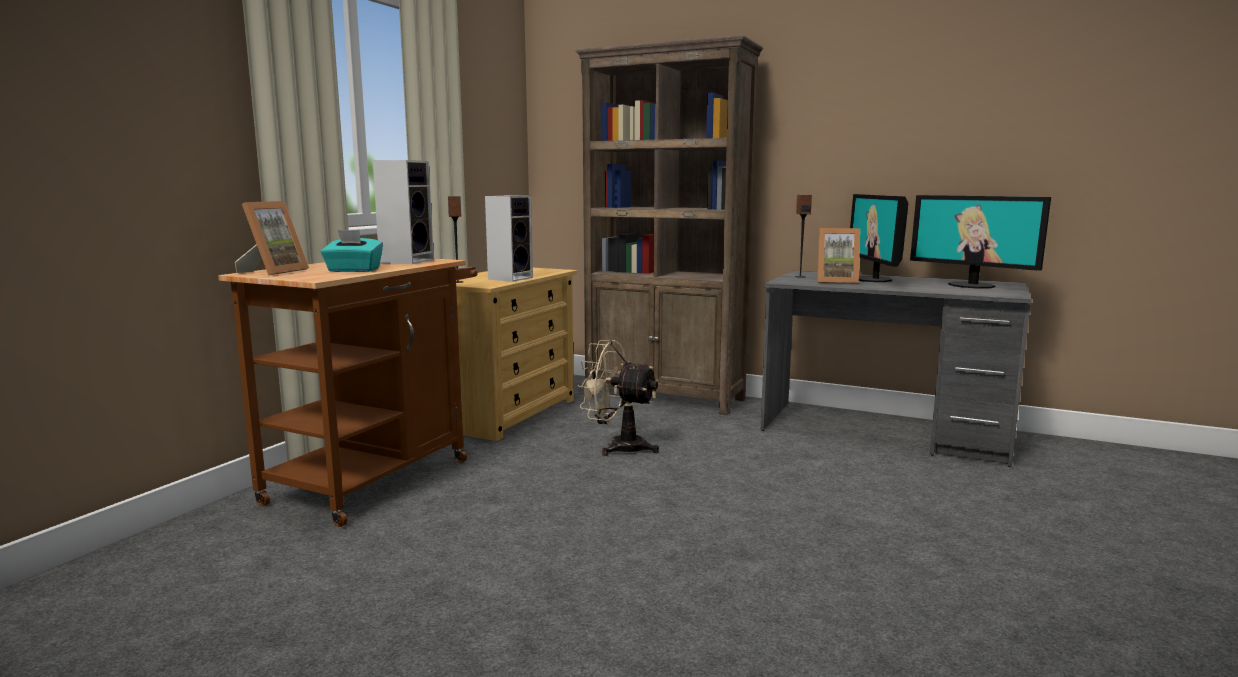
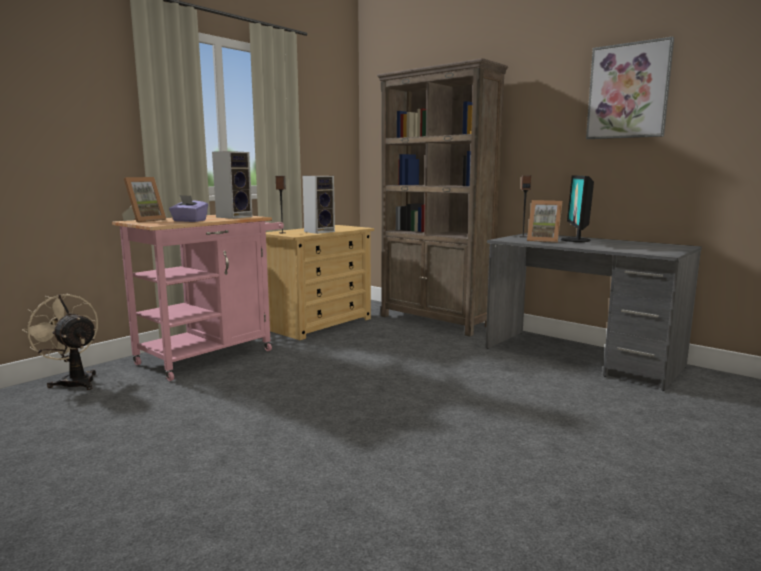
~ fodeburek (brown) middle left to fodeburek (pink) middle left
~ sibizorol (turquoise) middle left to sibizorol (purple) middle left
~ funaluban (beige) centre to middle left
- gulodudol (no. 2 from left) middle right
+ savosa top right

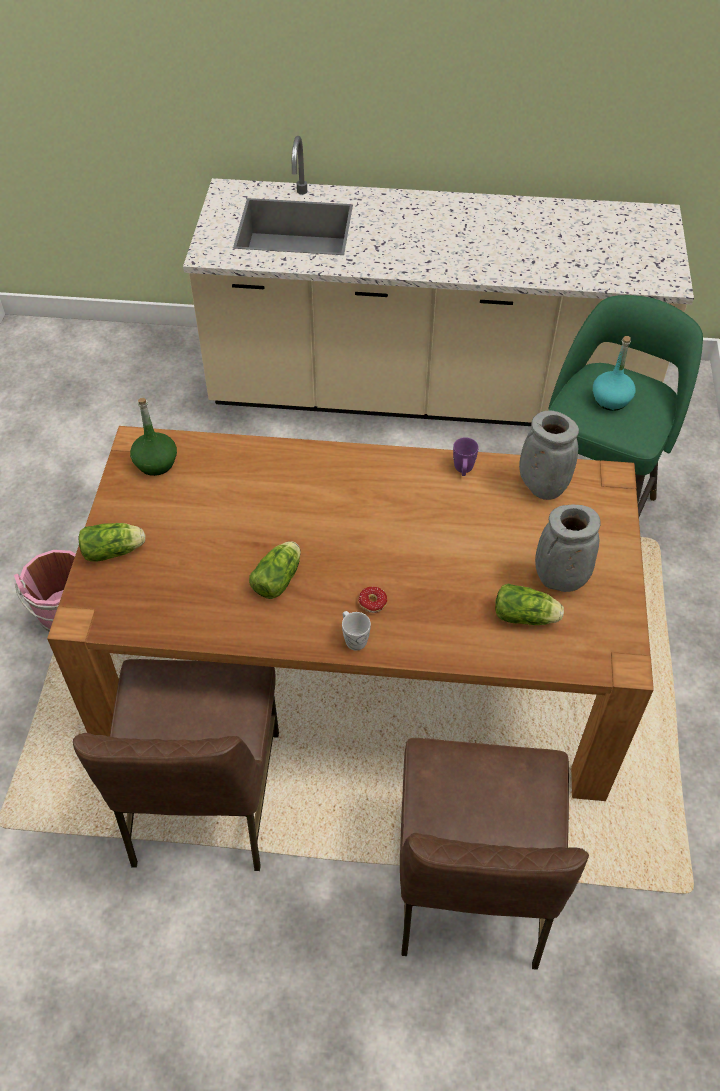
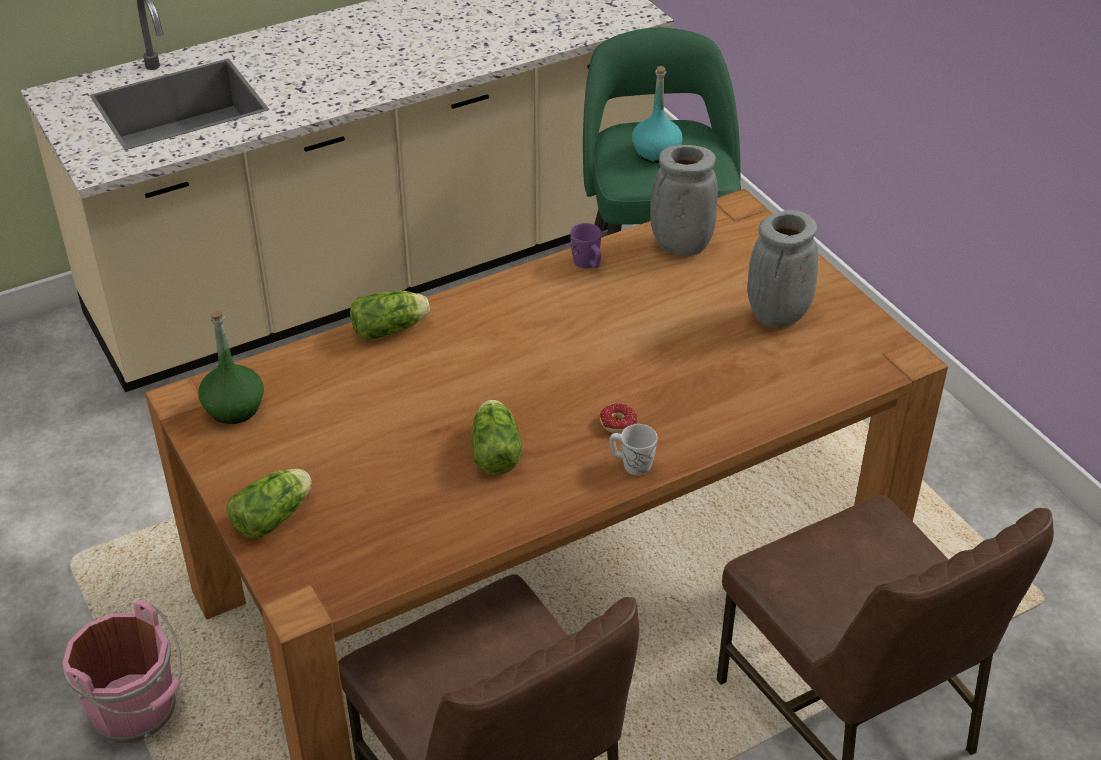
~ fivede (no. 3 from left in the first image) middle right to fivede (no. 2 from left) centre

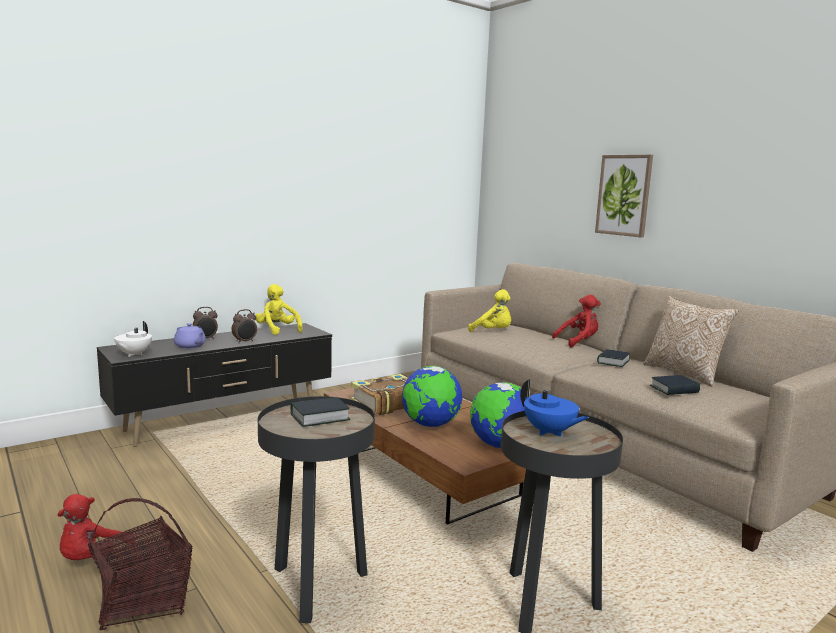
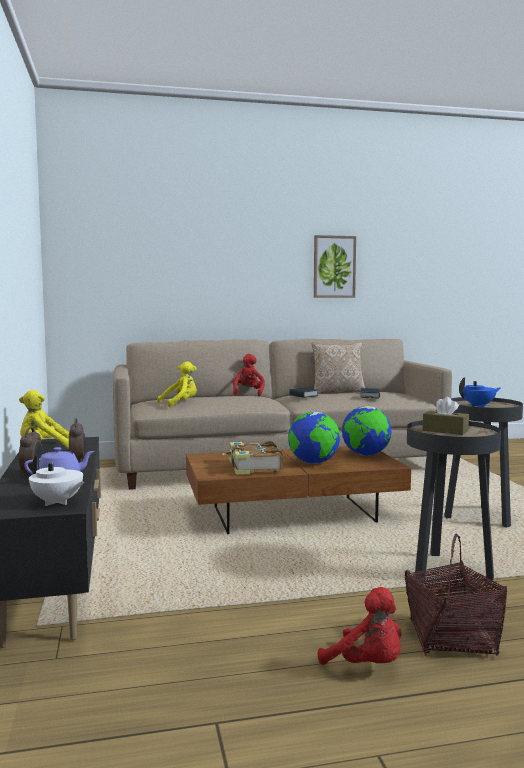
~ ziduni (no. 1 from left) centre to sibizorol (brown) middle right
~ savosa top right to centre

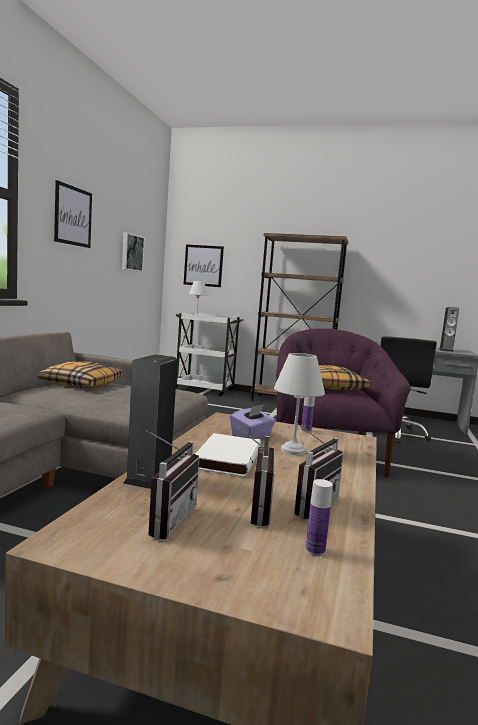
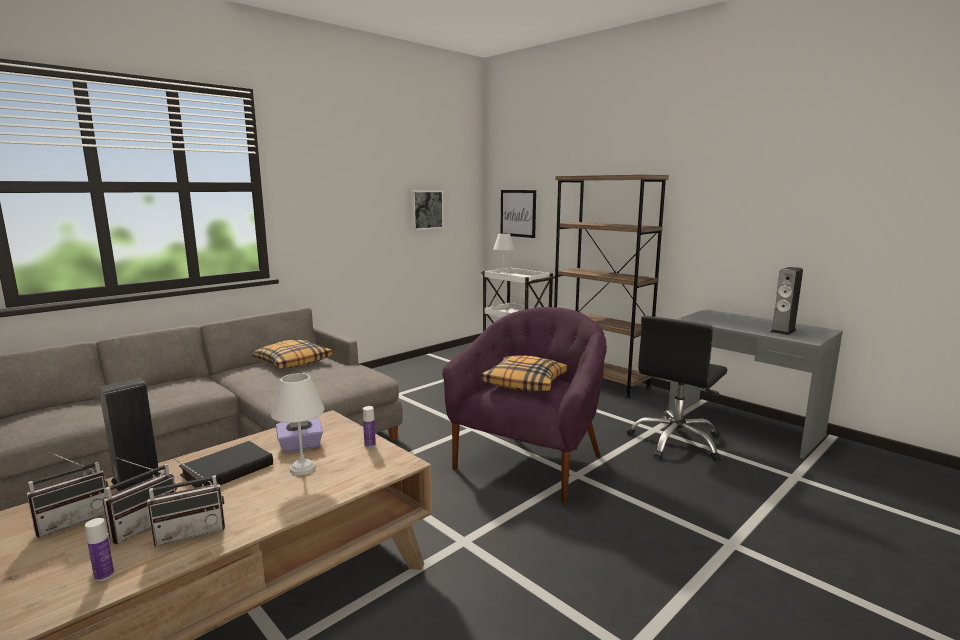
- savosa (no. 1 from left) top left
~ ziduni (white) centre to ziduni (black) bottom left

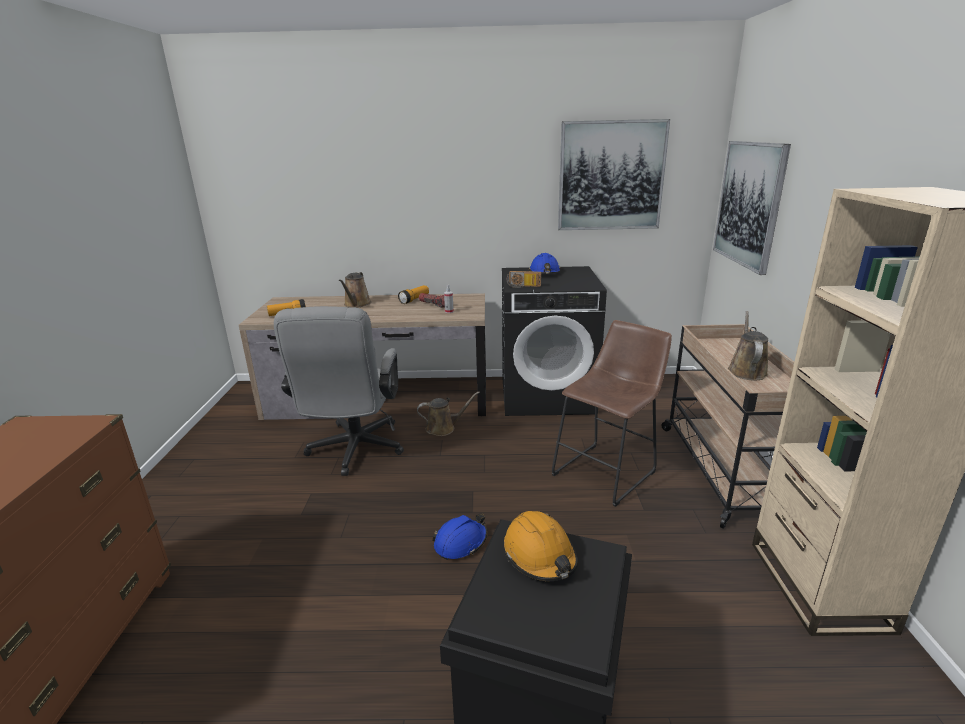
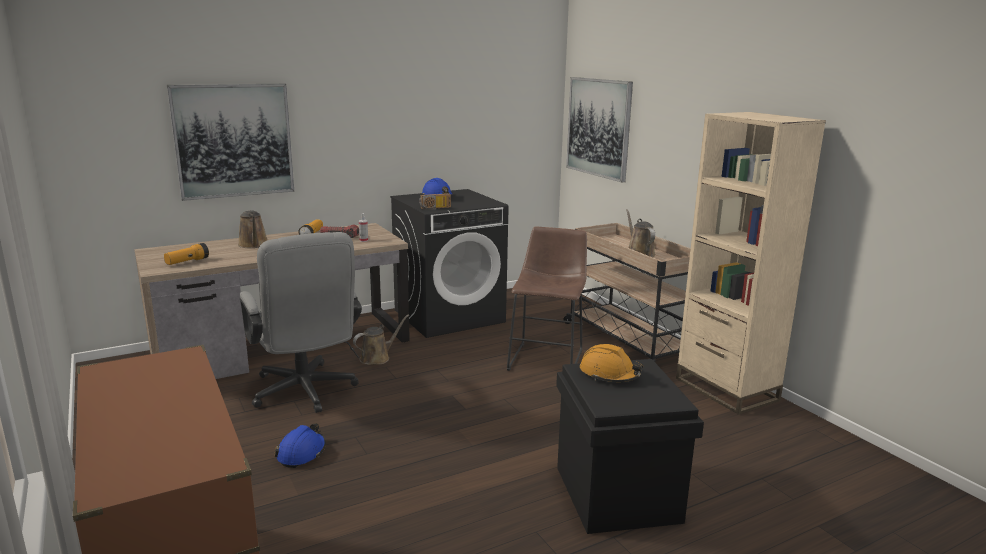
~ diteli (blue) (no. 1 from left) bottom centre to bottom left
~ savosa (no. 1 from left) top centre to top left

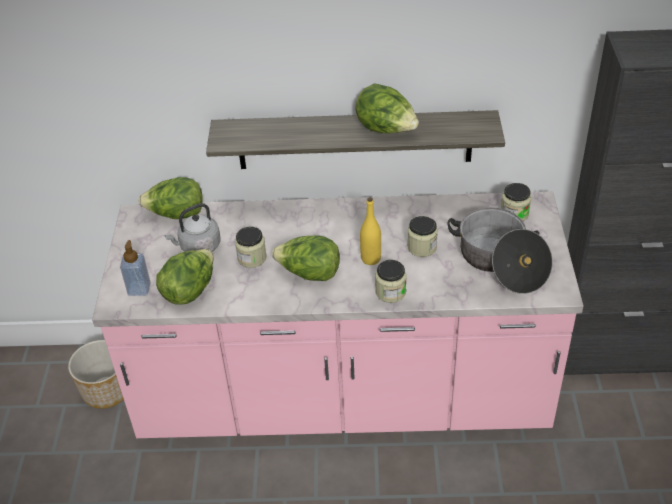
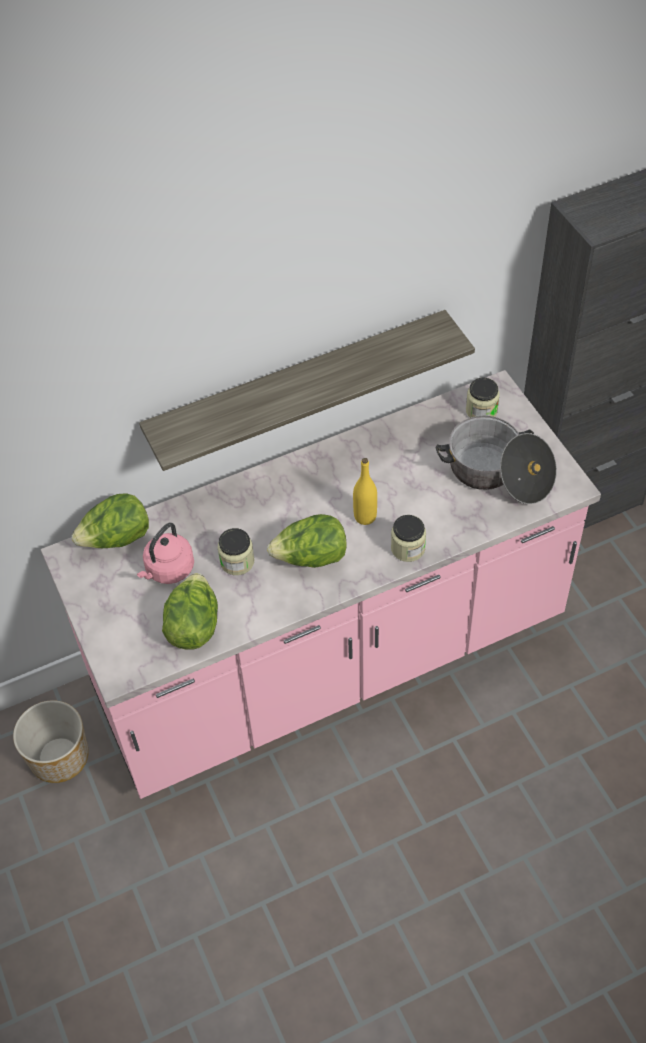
- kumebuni middle left
~ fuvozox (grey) middle left to fuvozox (pink) middle left
- fivede (no. 4 from left) top centre
- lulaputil (no. 3 from left) centre

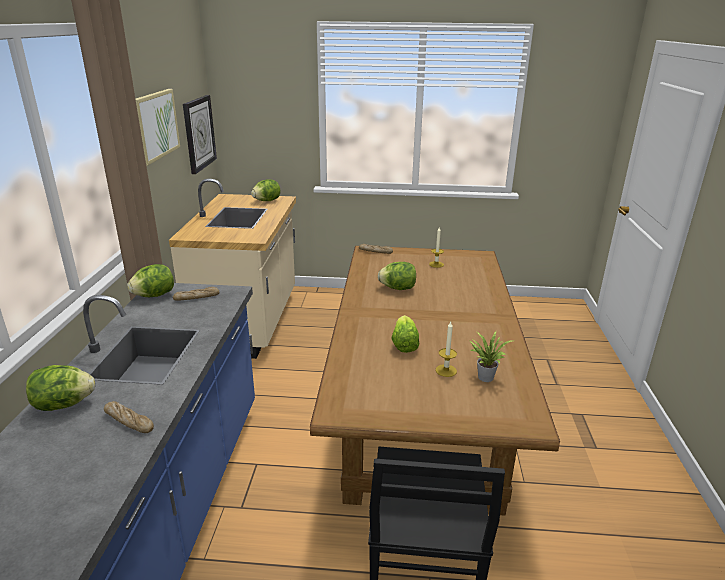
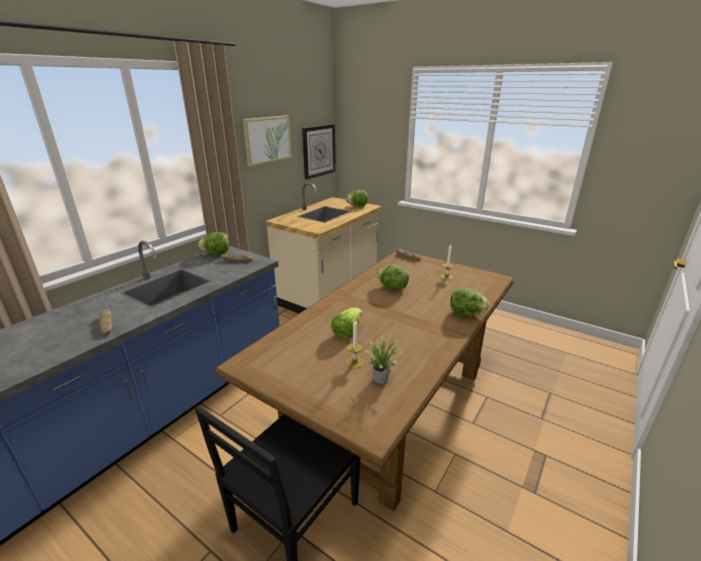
~ fivede (no. 1 from left in the first image) bottom left to fivede (no. 5 from left) middle right

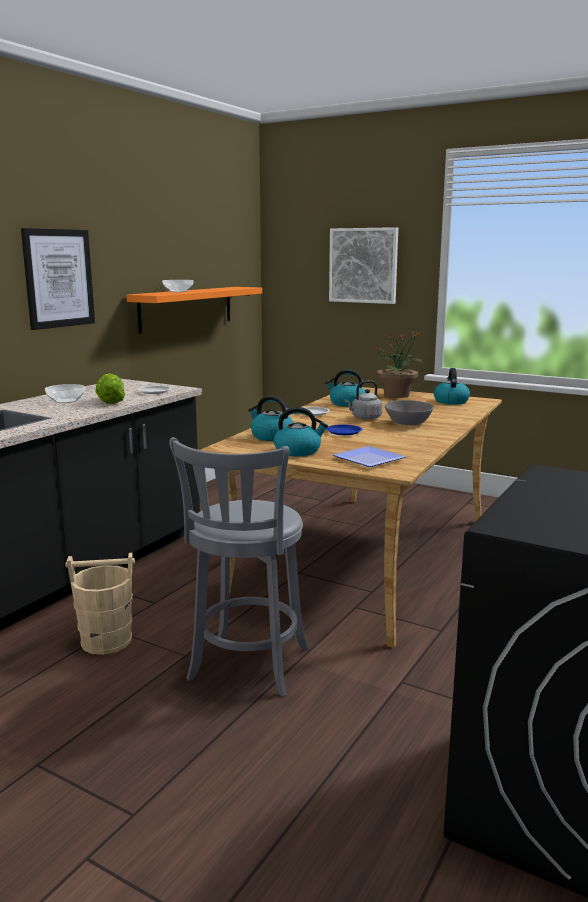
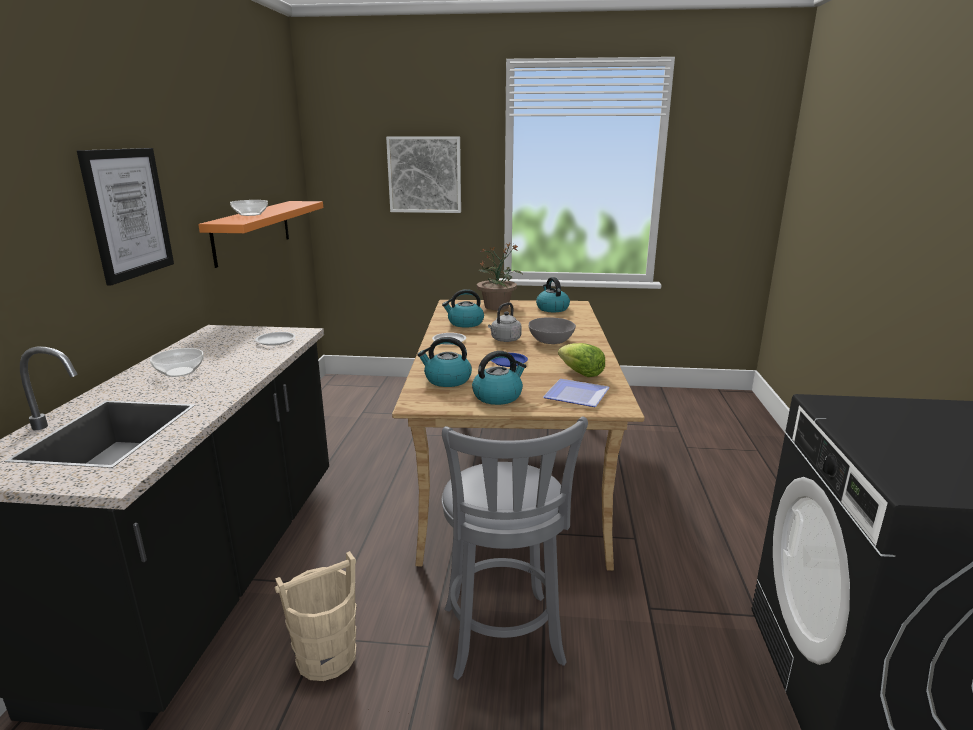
~ fivede middle left to centre

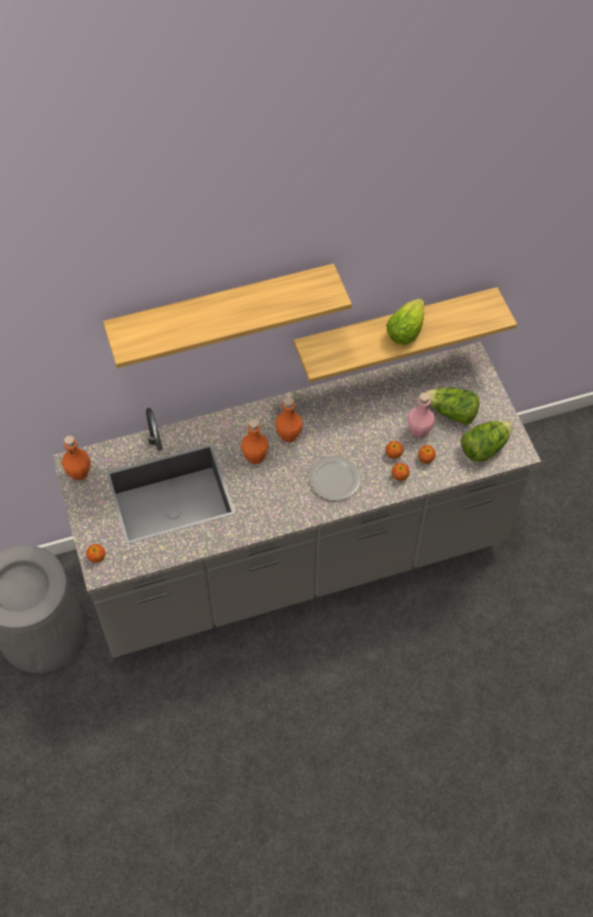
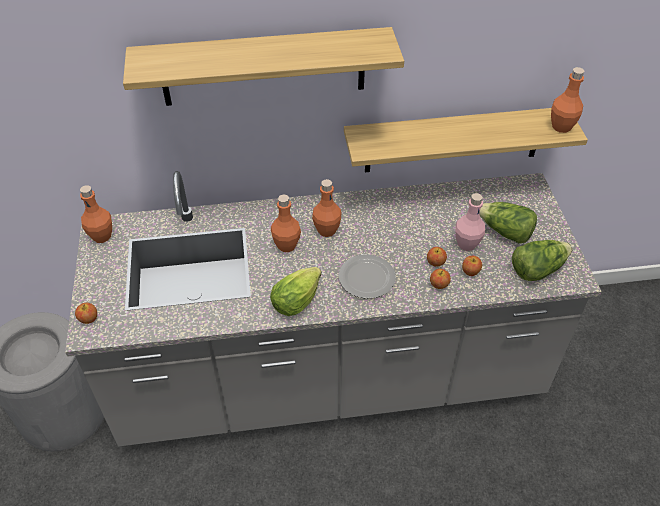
~ fivede (no. 1 from left) middle right to centre
+ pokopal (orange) (no. 4 from left) top right

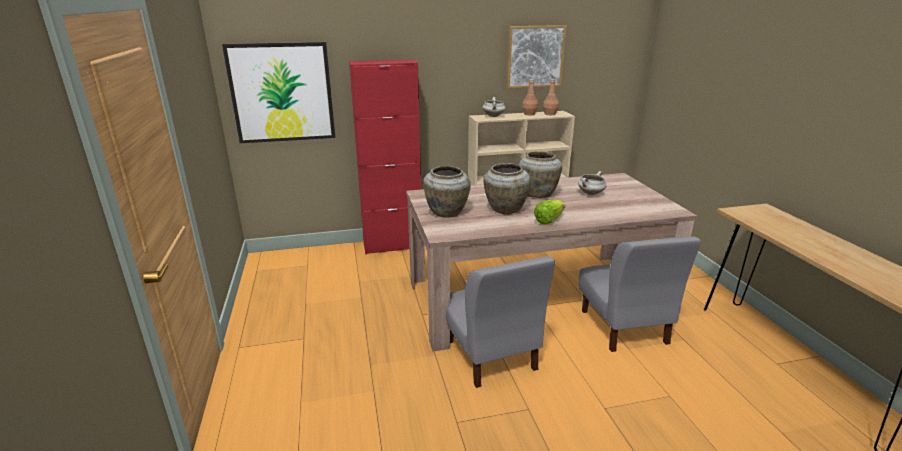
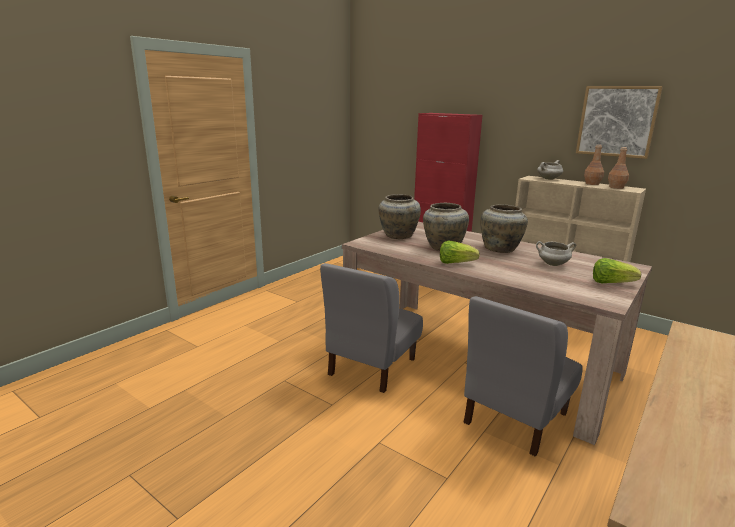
- savosa (no. 1 from left) top left
+ fivede (no. 2 from left) middle right

